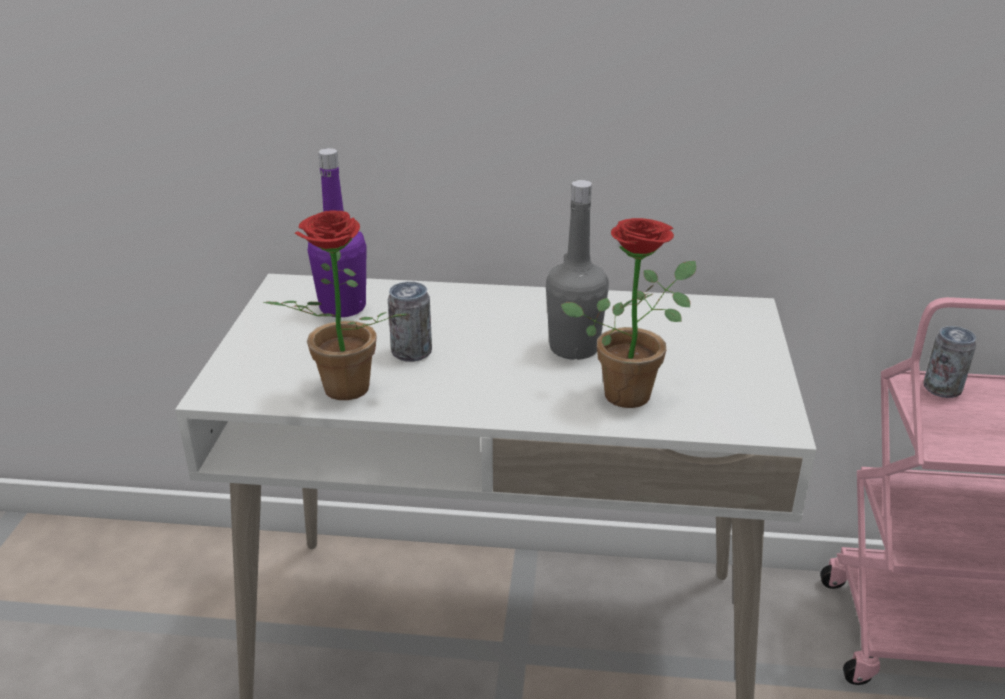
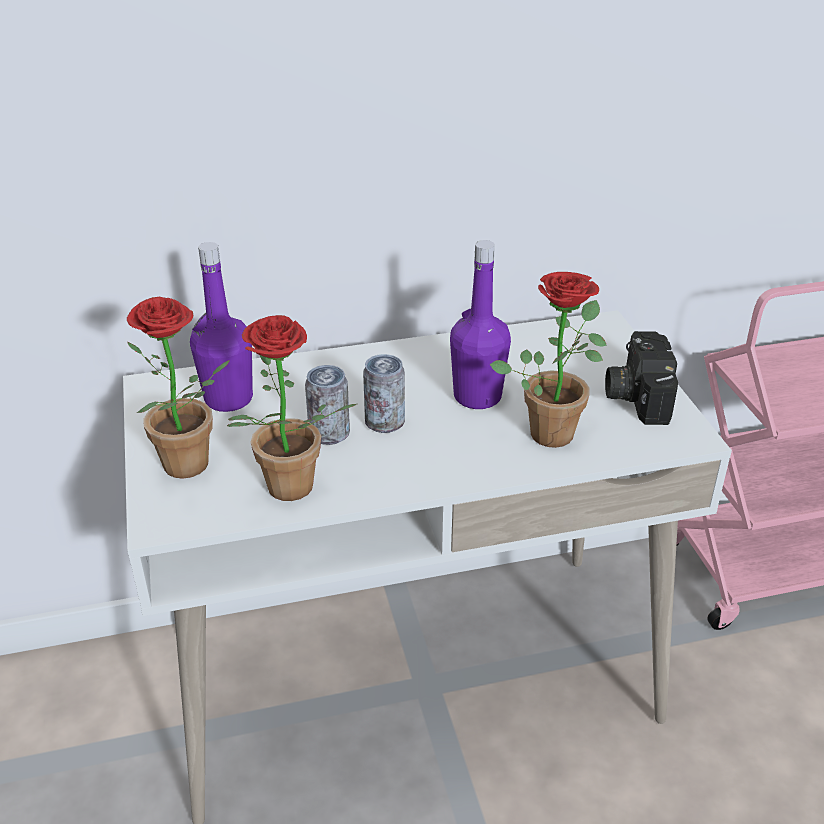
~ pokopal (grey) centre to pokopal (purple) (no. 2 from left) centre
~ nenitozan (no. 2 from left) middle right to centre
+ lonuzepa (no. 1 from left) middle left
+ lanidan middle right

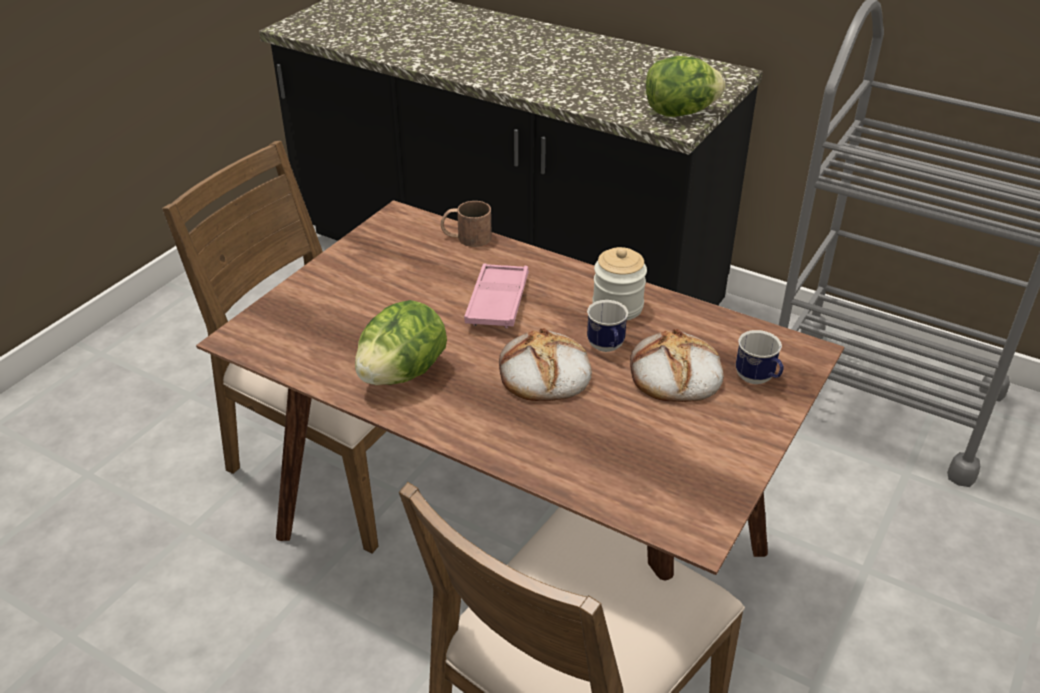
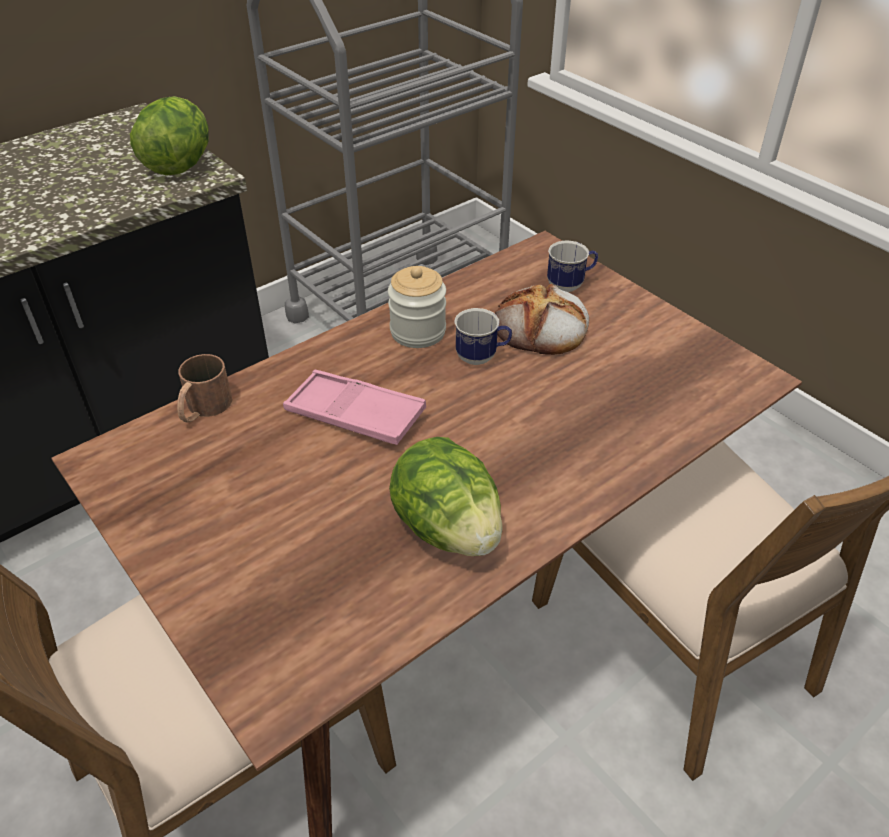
- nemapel (no. 1 from left) centre

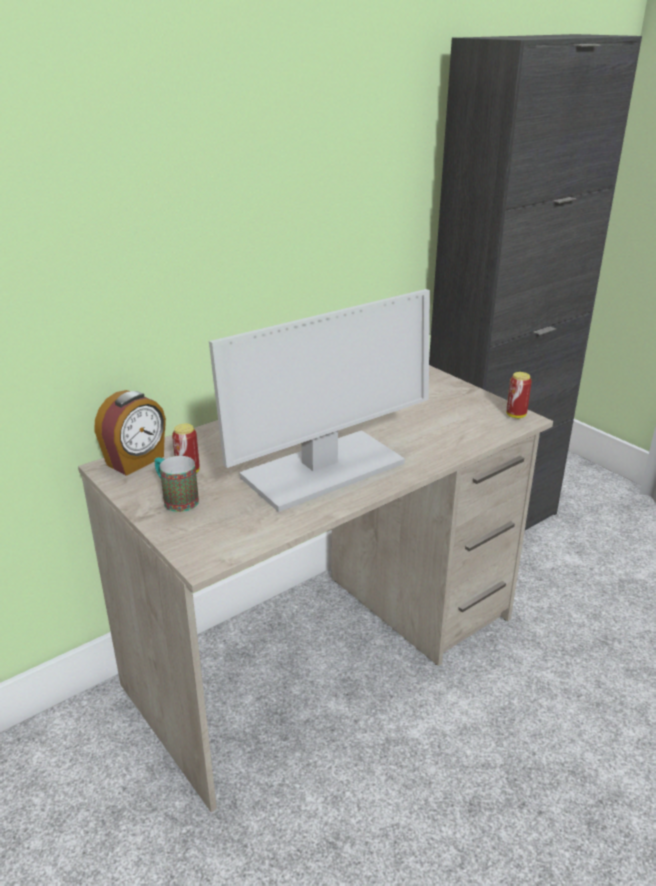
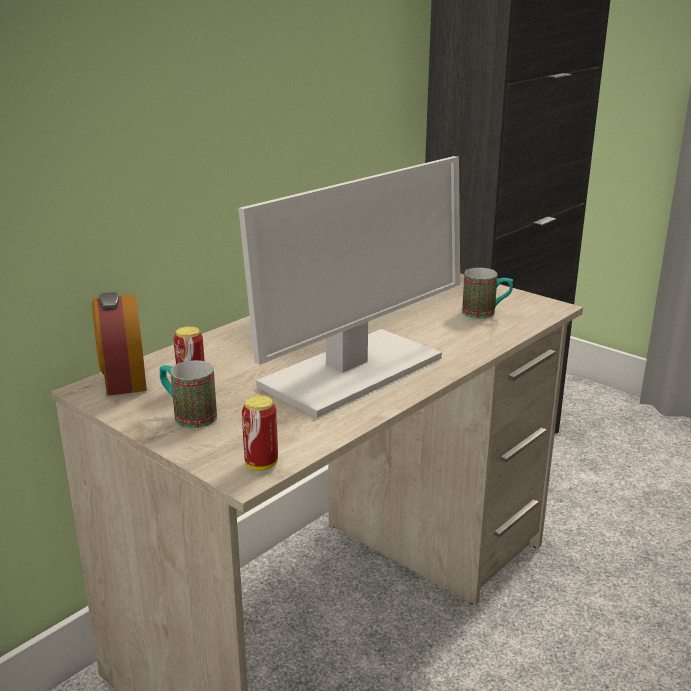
~ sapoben middle left = middle left 135 degrees clockwise
~ nenitozan (no. 2 from left) middle right to centre
+ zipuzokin (no. 2 from left) middle right

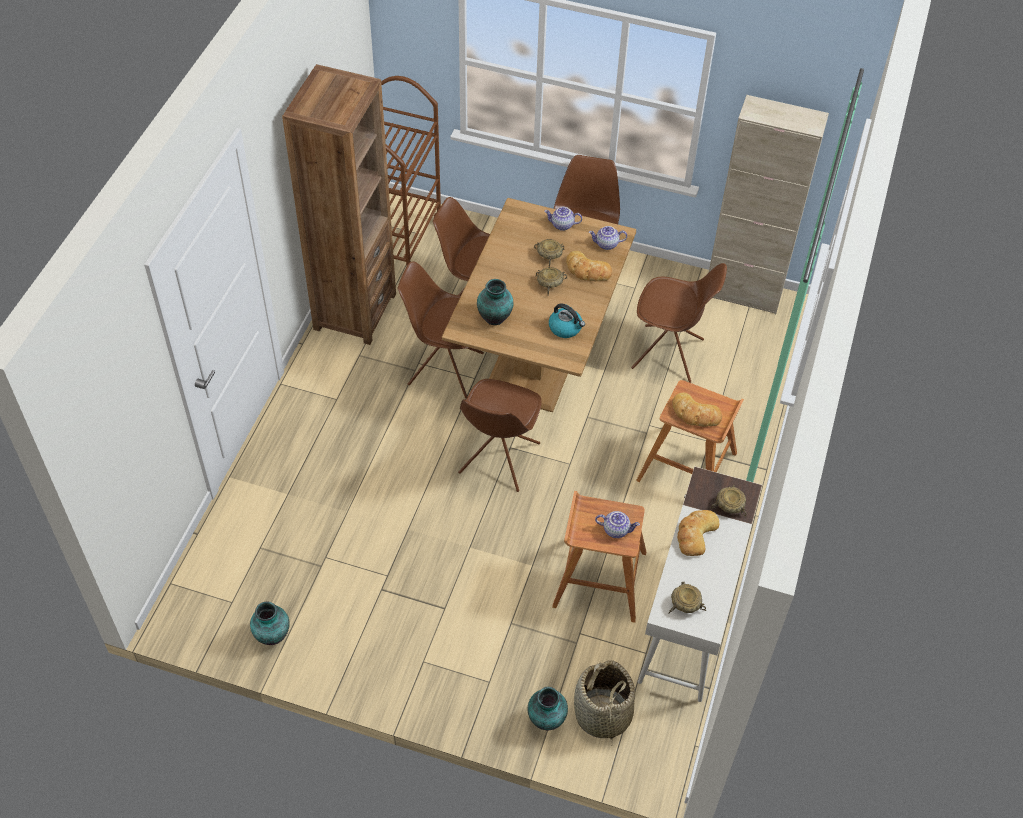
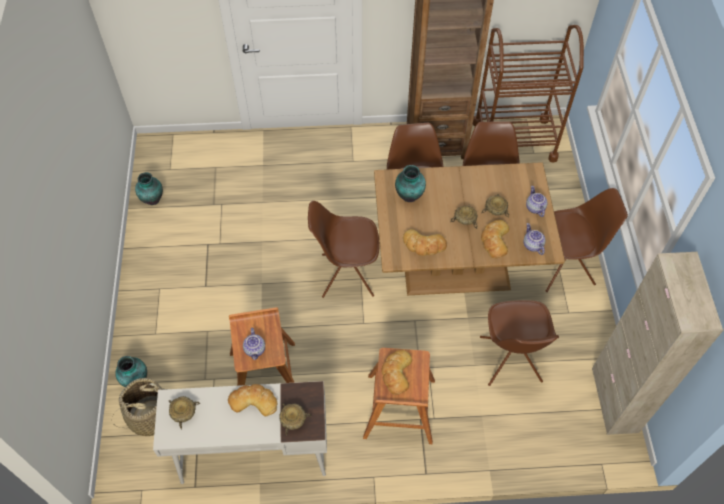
~ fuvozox centre to nemapel (no. 3 from left) centre

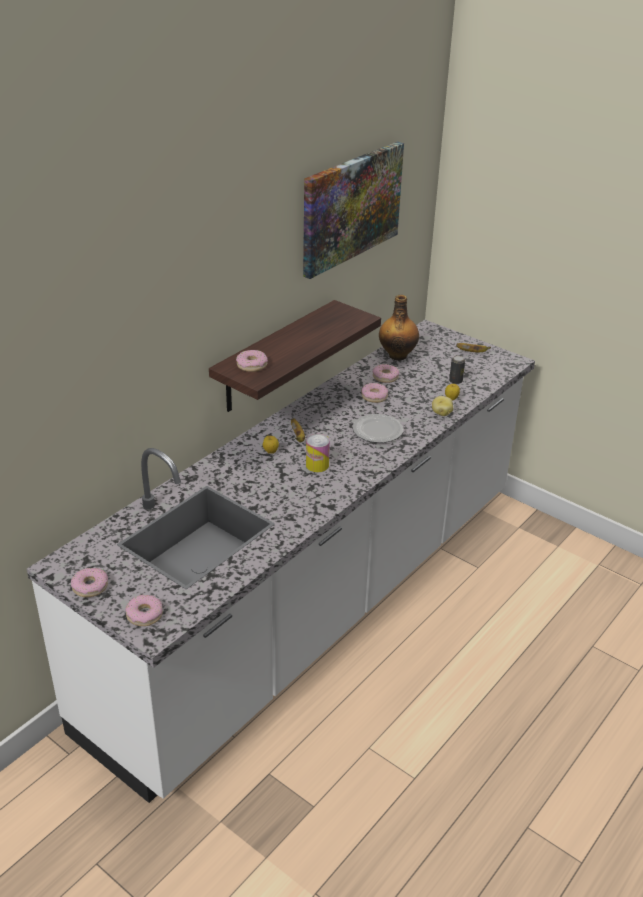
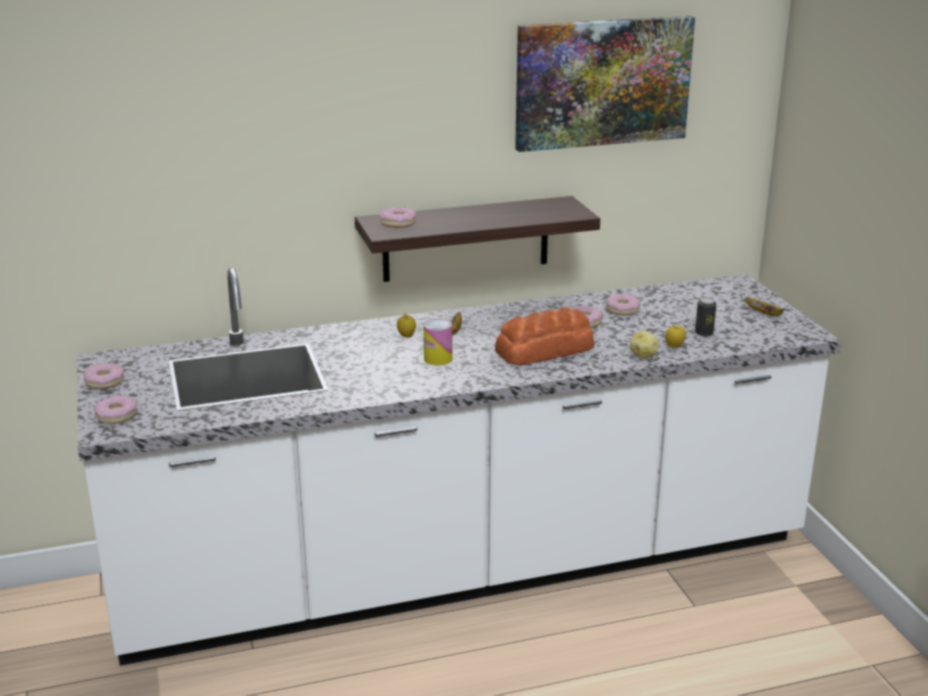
~ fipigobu centre to nemapel centre
- pokopal centre

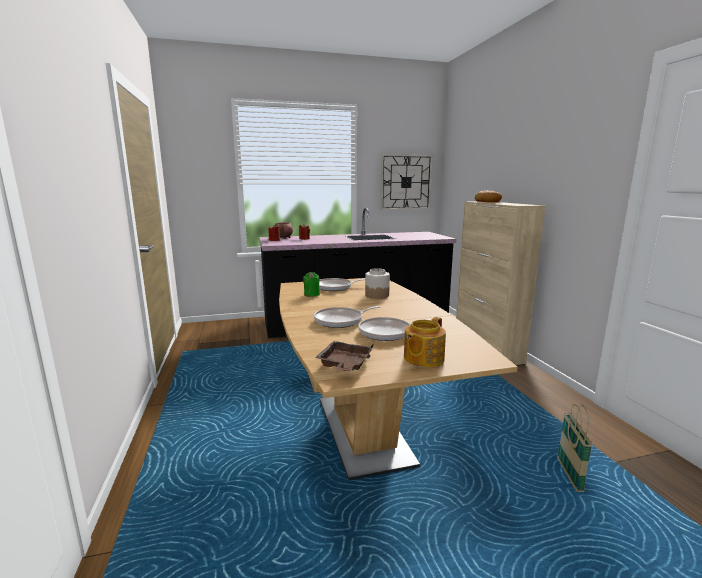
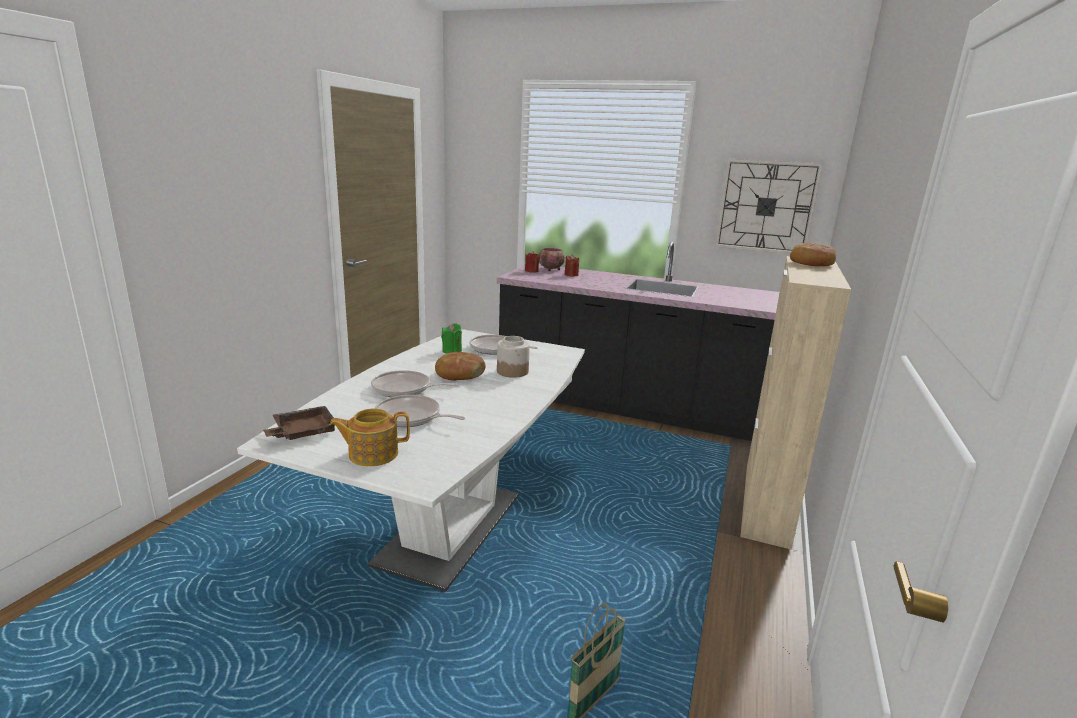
~ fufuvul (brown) centre to fufuvul (white) centre
+ nemapel (no. 1 from left) centre

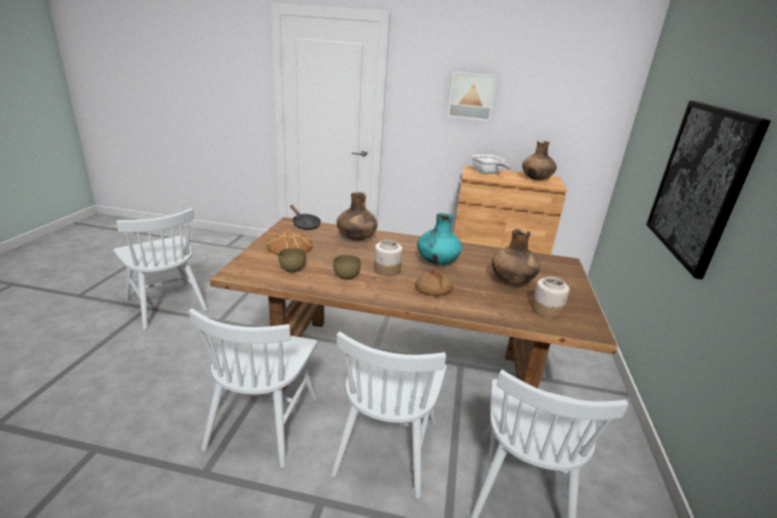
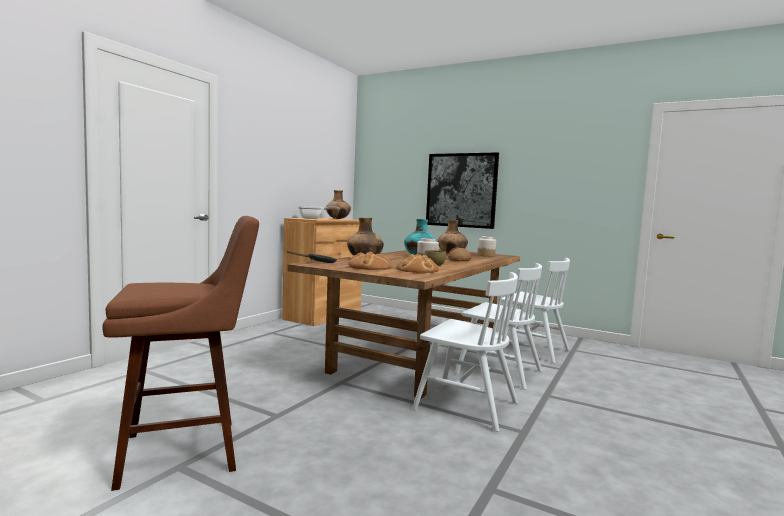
~ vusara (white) (no. 1 from left) middle left to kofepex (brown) bottom left
~ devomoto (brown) (no. 1 from left) centre to nemapel (no. 2 from left) centre
- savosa (no. 1 from left) top centre

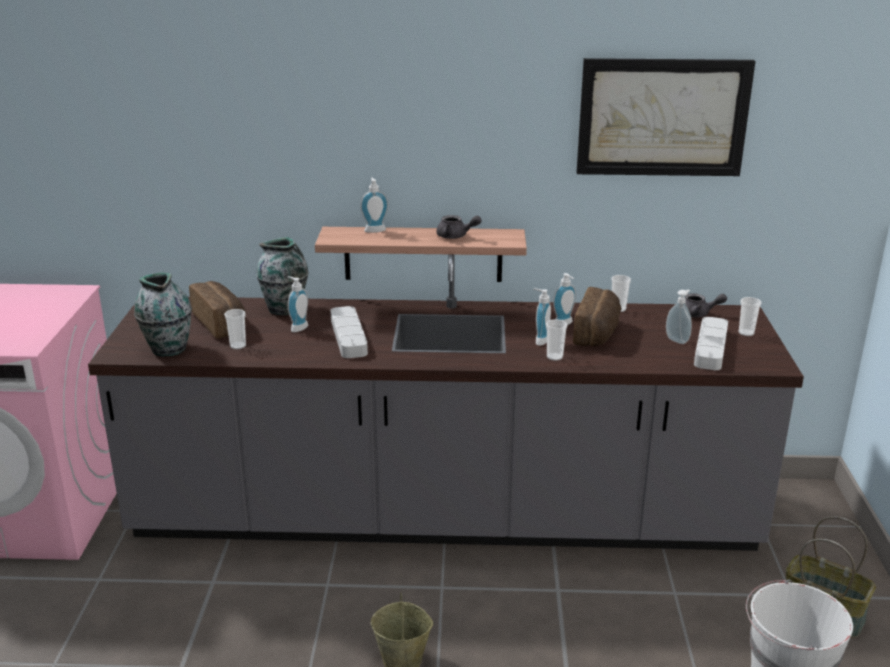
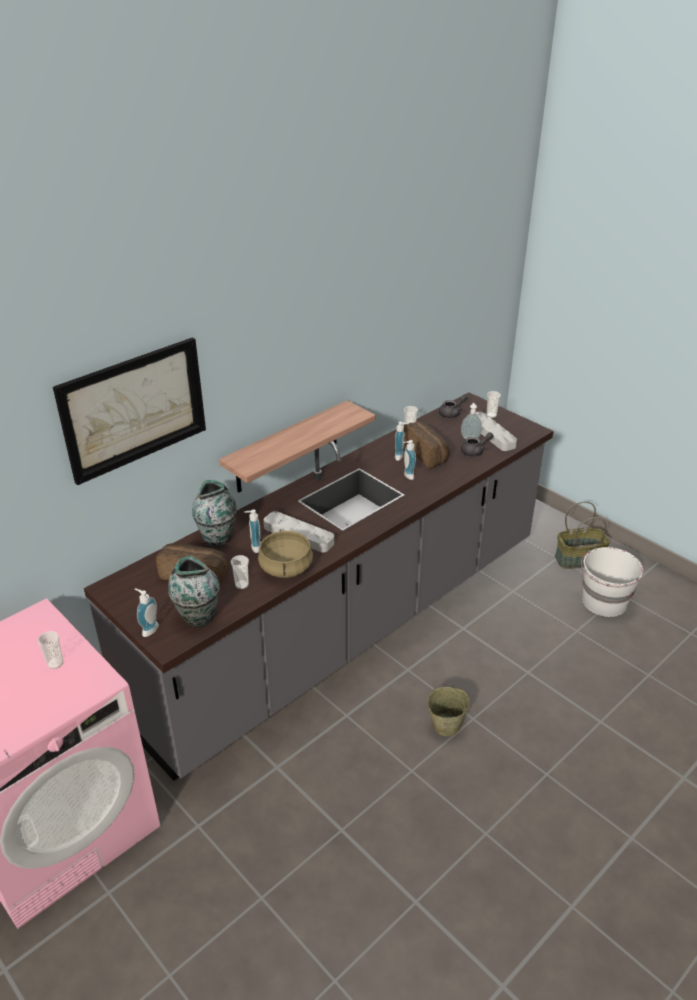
~ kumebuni (no. 2 from left in the first image) top centre to kumebuni (no. 1 from left) middle left
~ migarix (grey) (no. 1 from left in the first image) centre to migarix (grey) (no. 2 from left) middle right
~ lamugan (no. 2 from left in the first image) centre to lamugan (no. 1 from left) middle left
~ savosa top right to middle left
+ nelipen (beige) centre

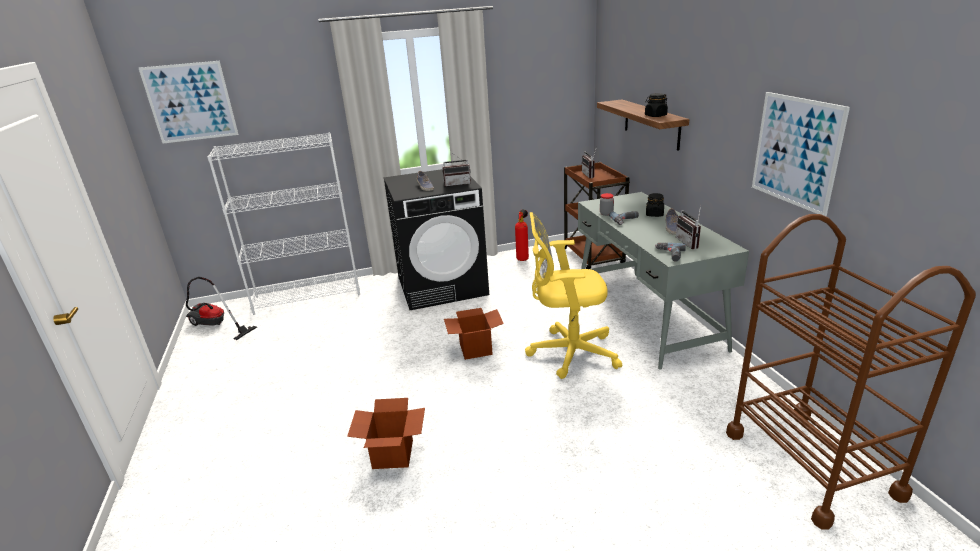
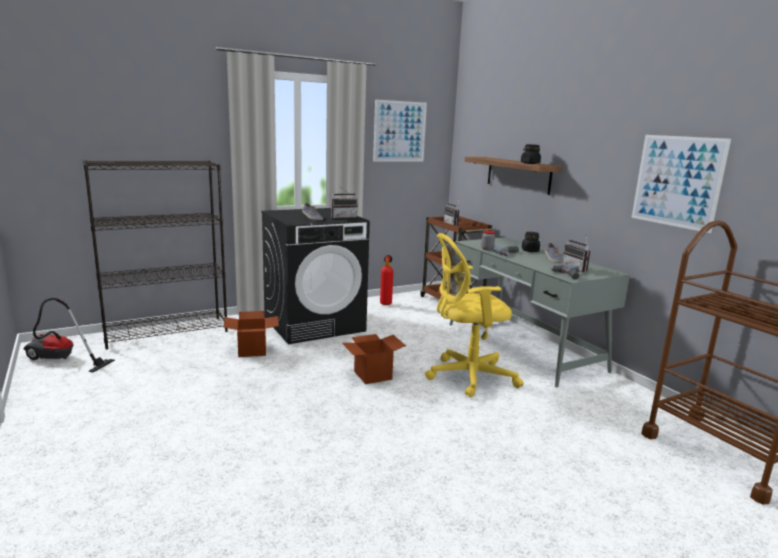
~ savosa (no. 1 from left) top left to top centre
~ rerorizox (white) middle left to rerorizox (black) middle left
~ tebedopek (no. 1 from left) bottom centre to middle left

